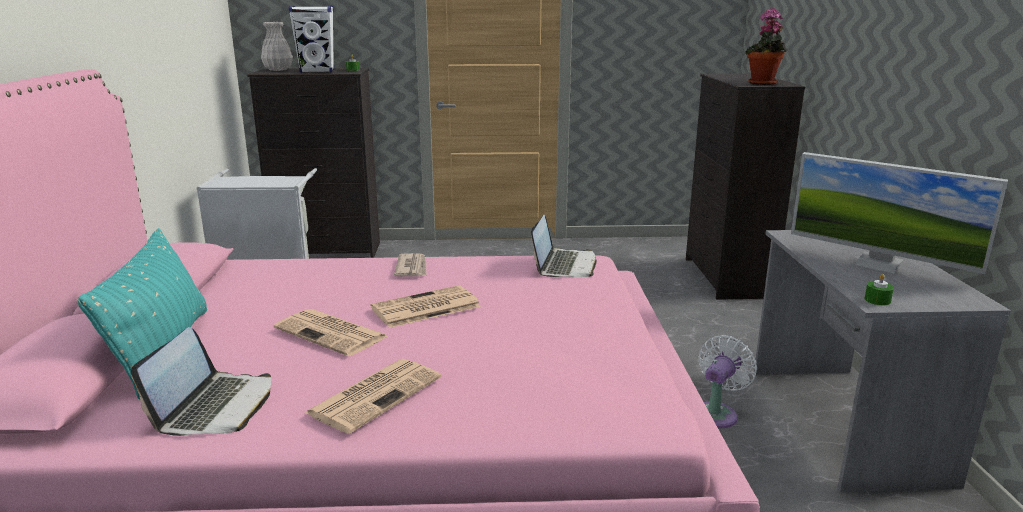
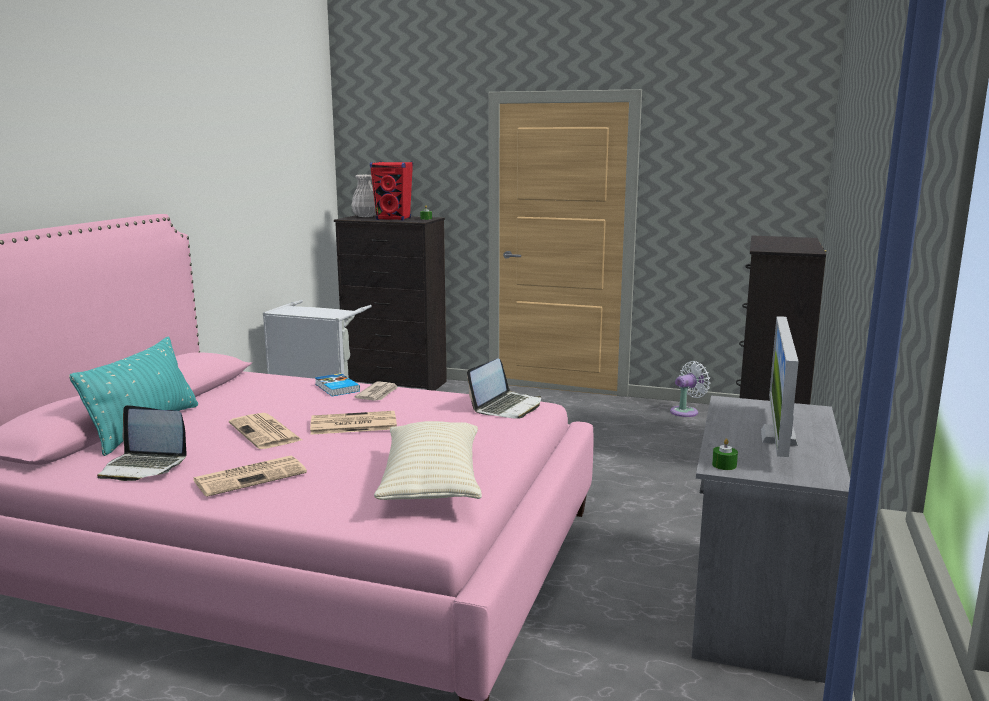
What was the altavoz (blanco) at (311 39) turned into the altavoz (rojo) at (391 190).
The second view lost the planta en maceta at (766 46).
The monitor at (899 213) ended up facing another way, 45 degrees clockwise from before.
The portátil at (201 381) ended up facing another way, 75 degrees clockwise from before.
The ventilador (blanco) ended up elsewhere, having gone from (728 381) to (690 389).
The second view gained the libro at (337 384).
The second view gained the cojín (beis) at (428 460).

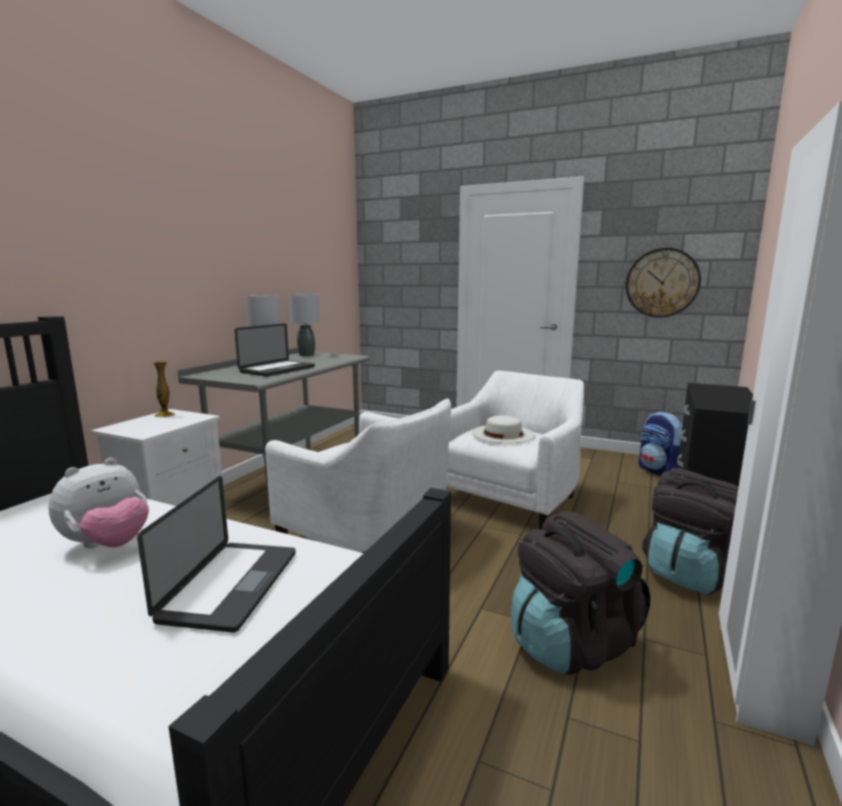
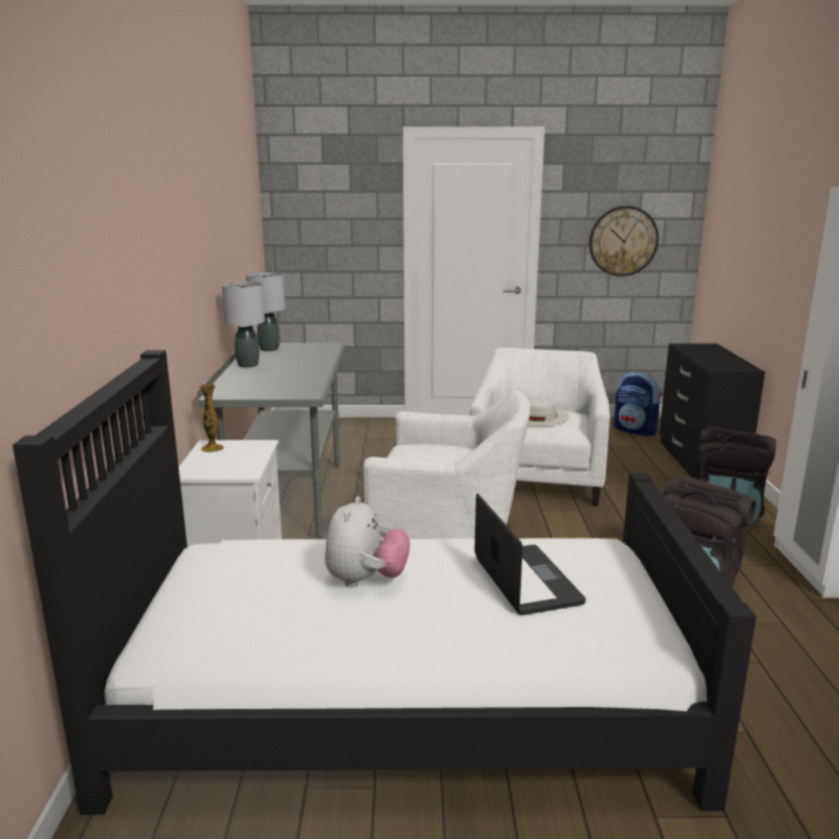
The second view lost the portátil at (275 350).

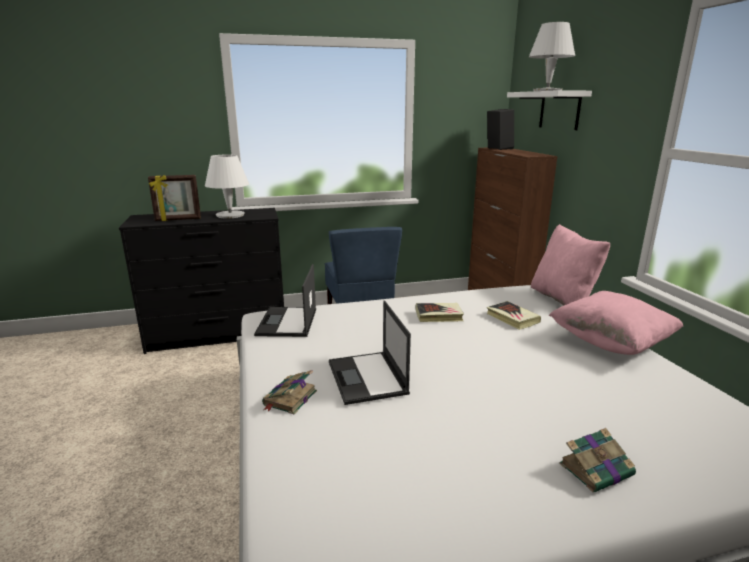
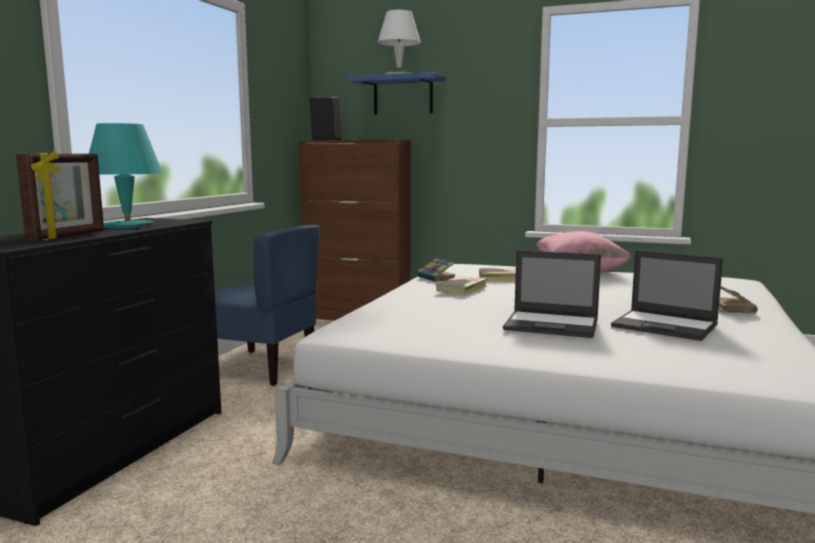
What was the estante (blanco) at (549 110) turned into the estante (azul) at (397 93).
What was the lámpara de mesa (blanco) at (227 186) turned into the lámpara de mesa (turquesa) at (126 176).
The second view lost the cojín (rosa) at (570 265).
The portátil ended up elsewhere, having gone from (285 300) to (667 295).
The libro ended up elsewhere, having gone from (289 392) to (436 270).

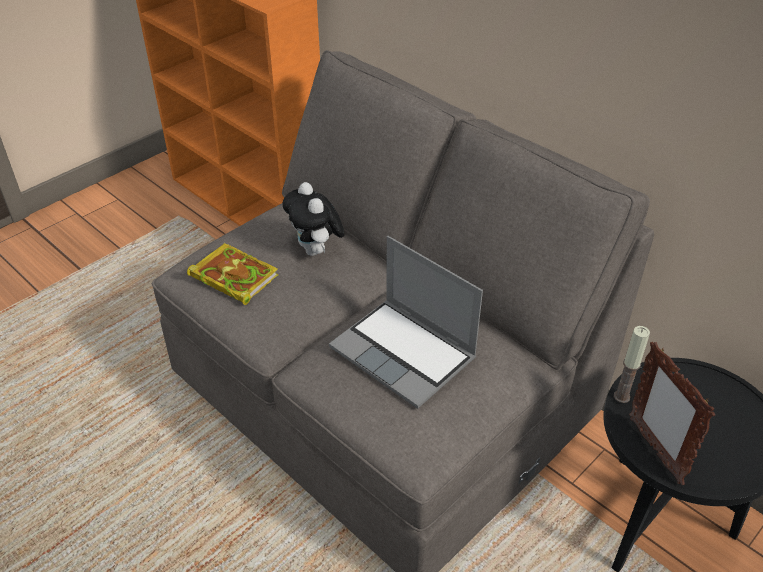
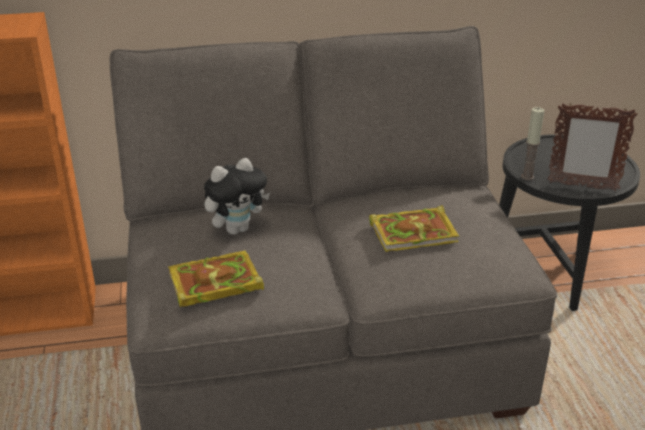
The peluche at (314 219) ended up facing another way, 45 degrees counterclockwise from before.
Where the portátil stood at (406 322), the libro came to stand at (414 228).

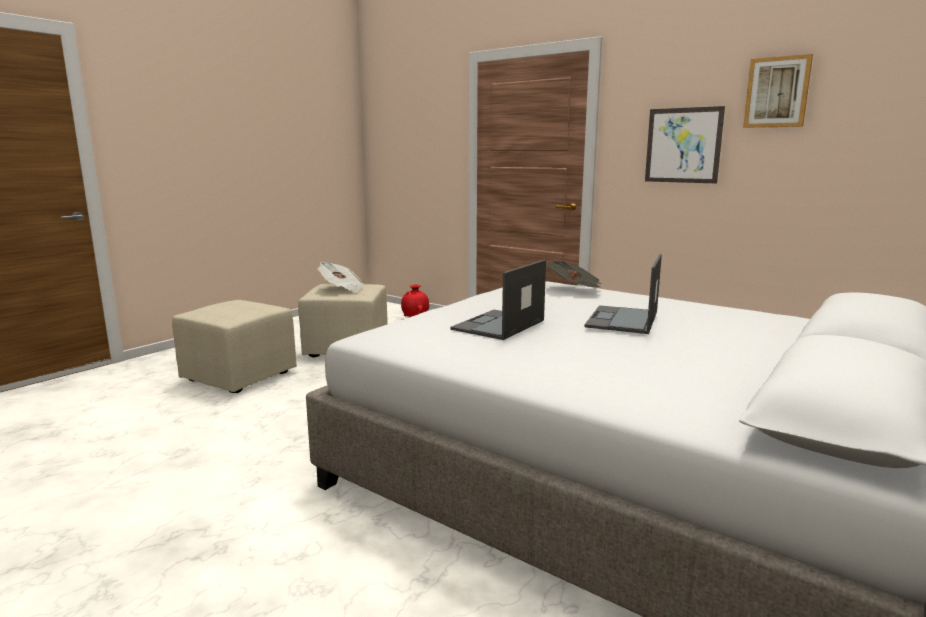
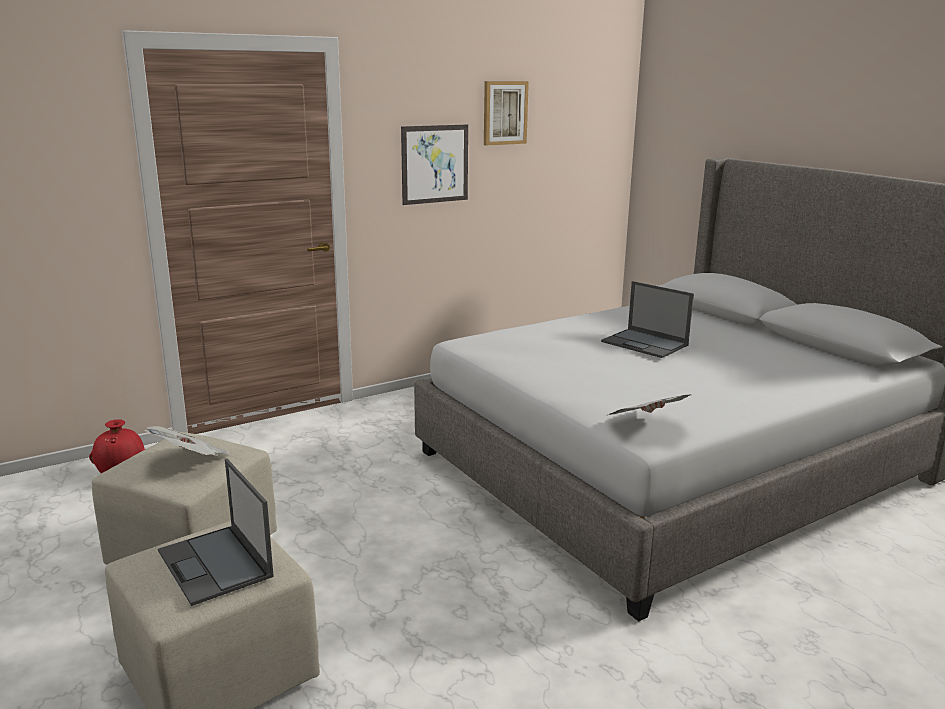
The portátil ended up elsewhere, having gone from (498 300) to (215 532).
The periódico ended up elsewhere, having gone from (573 274) to (649 405).

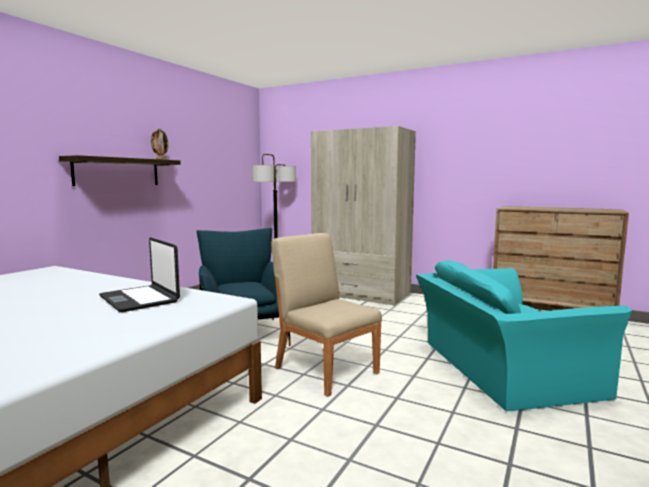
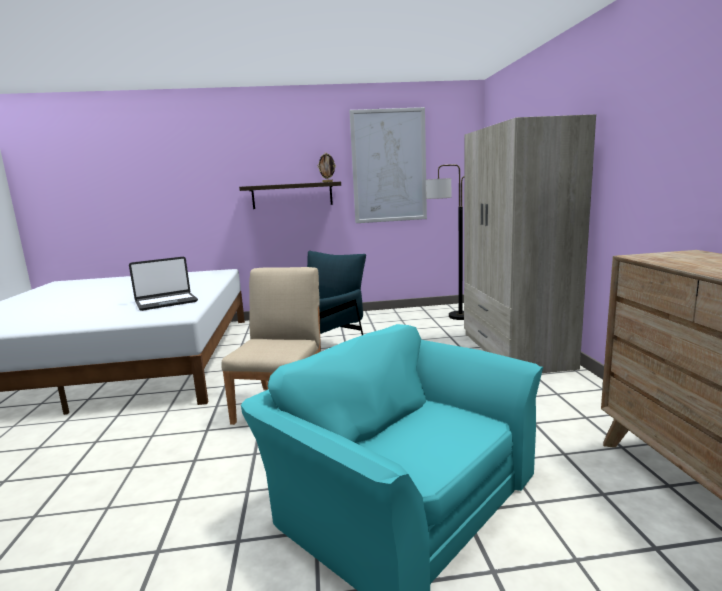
The portátil at (139 274) ended up facing another way, 135 degrees counterclockwise from before.
The second view gained the cuadro at (388 165).

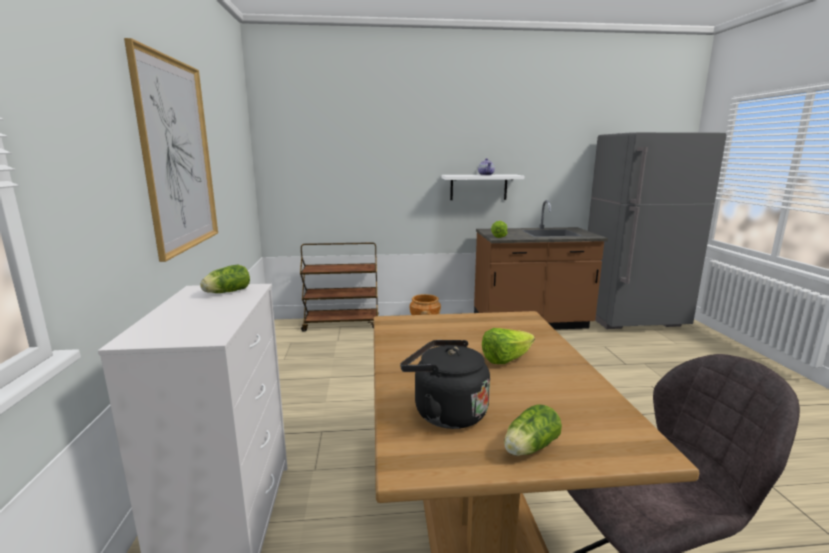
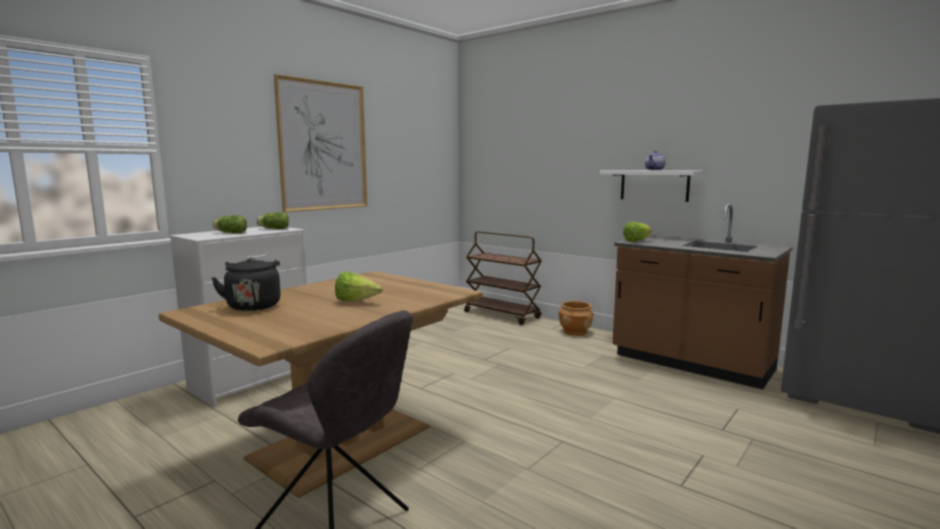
The lechuga ended up elsewhere, having gone from (533 430) to (229 224).

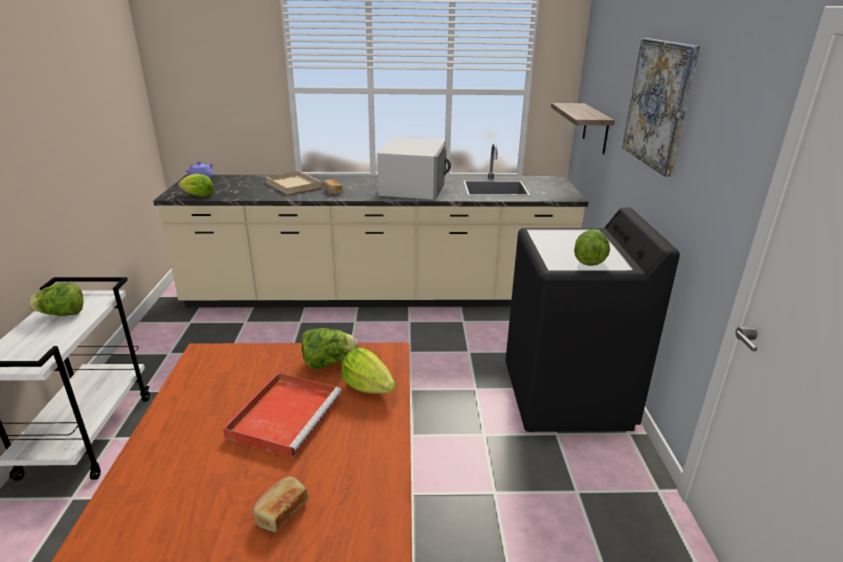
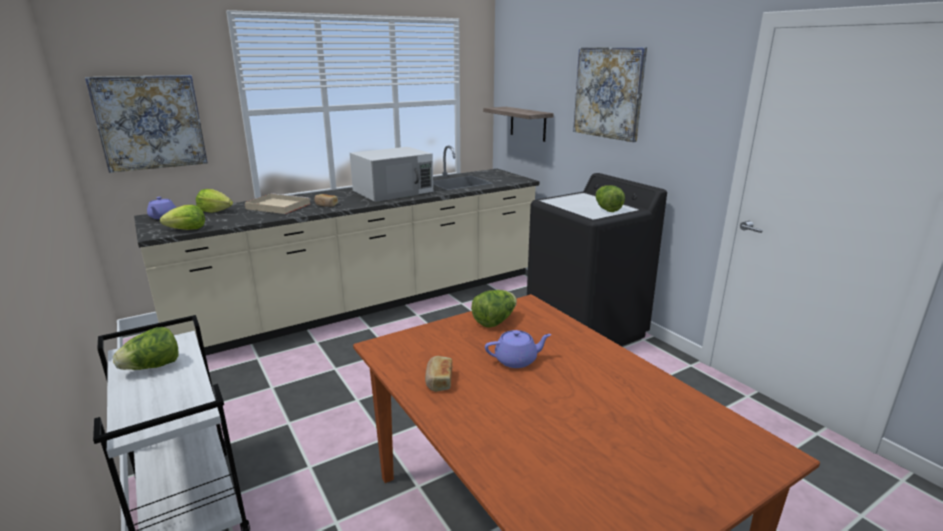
The microondas (blanco) at (414 168) ended up facing another way, 75 degrees clockwise from before.
The lechuga ended up elsewhere, having gone from (368 370) to (214 201).
Where the bandeja (rojo) stood at (282 415), the tetera (morado) came to stand at (518 349).
The pan ended up elsewhere, having gone from (280 504) to (438 374).
The second view gained the cuadro at (146 124).

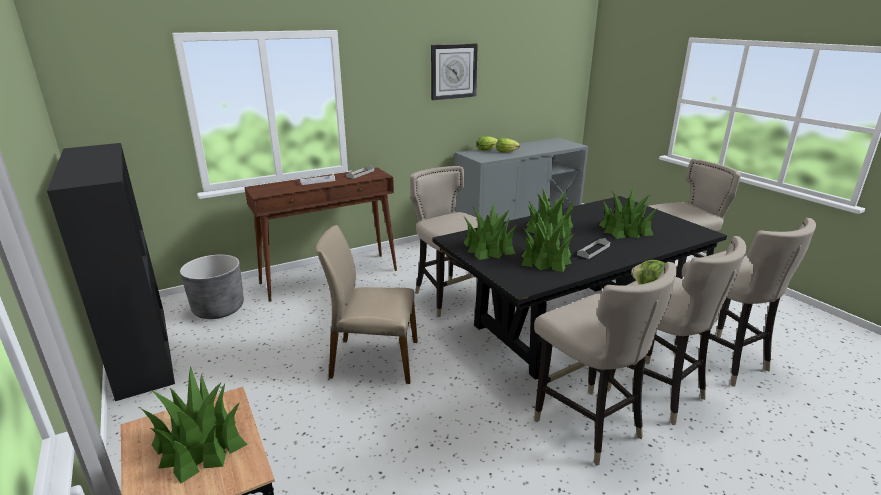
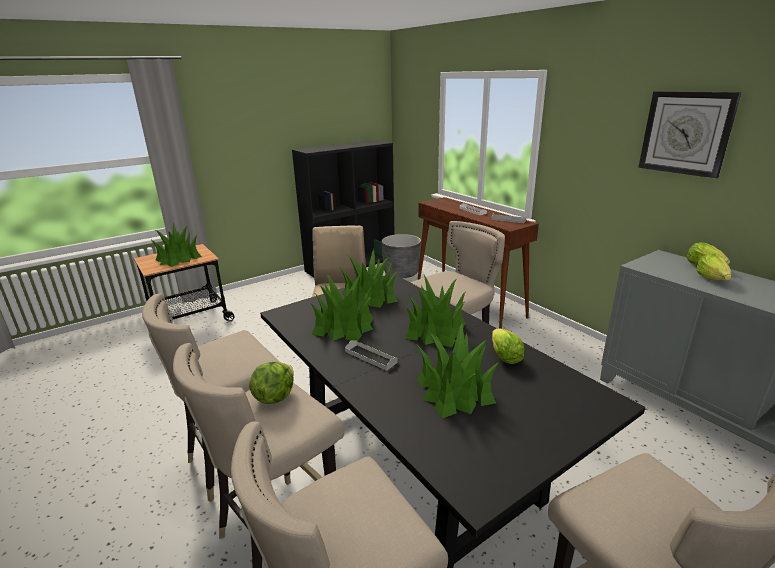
The second view gained the lechuga at (508 346).

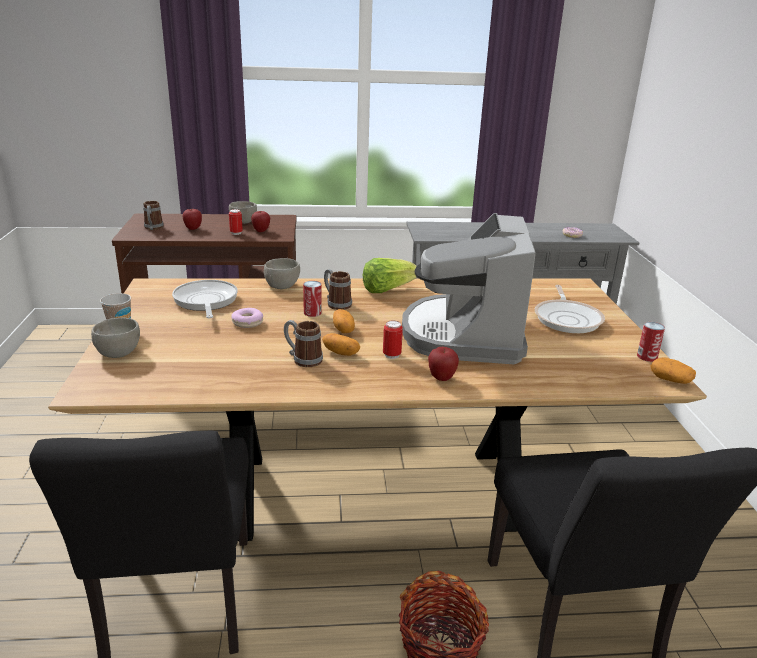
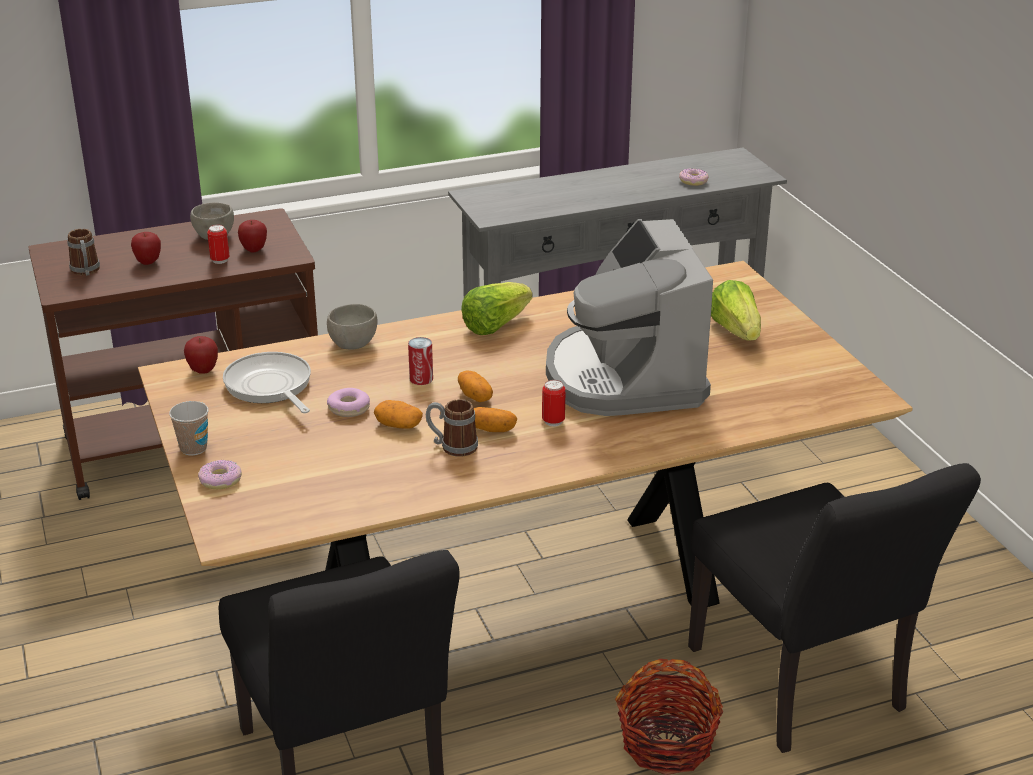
The second view lost the taza grande at (338 289).
Where the sartén stood at (570 309), the lechuga came to stand at (736 310).
Where the cuenco (gris) stood at (115 338), the rosquilla came to stand at (220 474).
The second view lost the lata at (651 342).
The manzana ended up elsewhere, having gone from (443 364) to (201 355).
The patata ended up elsewhere, having gone from (673 371) to (398 414).

